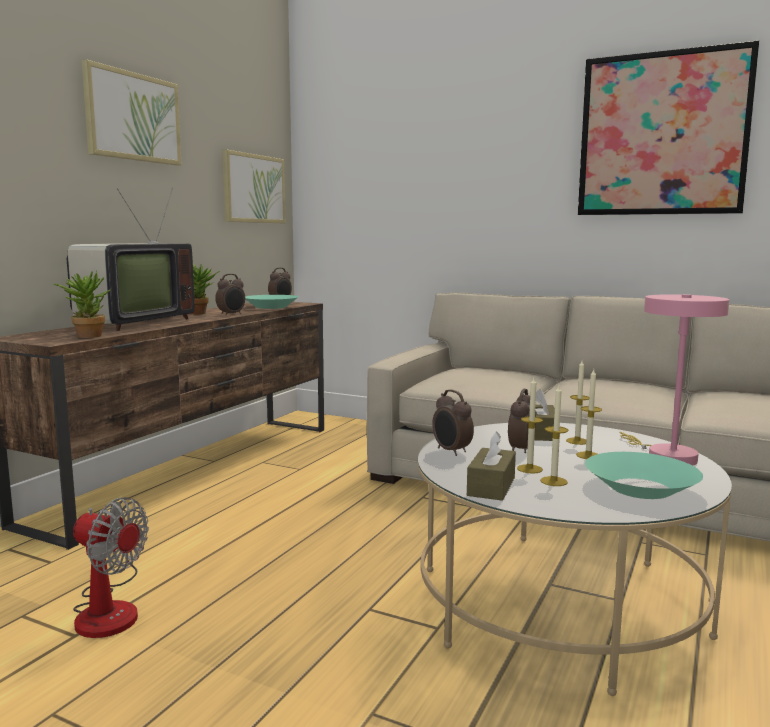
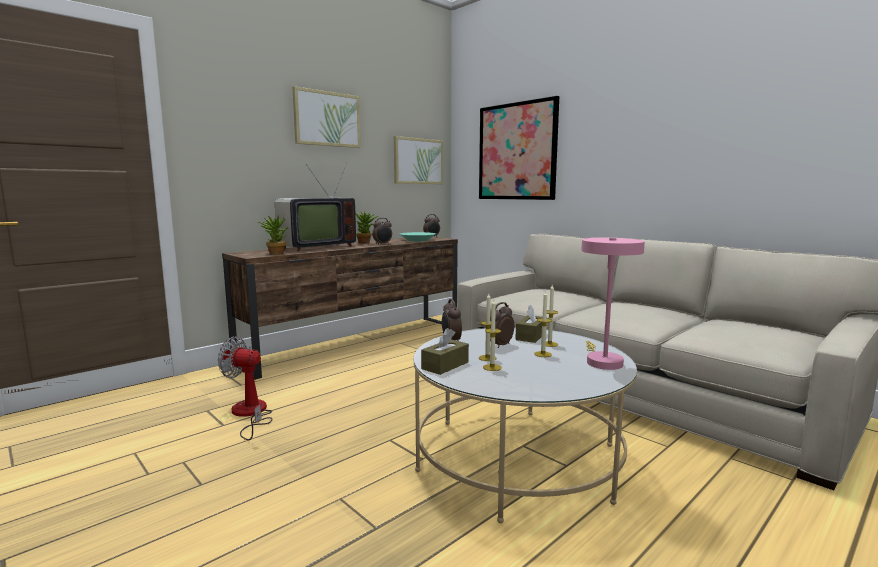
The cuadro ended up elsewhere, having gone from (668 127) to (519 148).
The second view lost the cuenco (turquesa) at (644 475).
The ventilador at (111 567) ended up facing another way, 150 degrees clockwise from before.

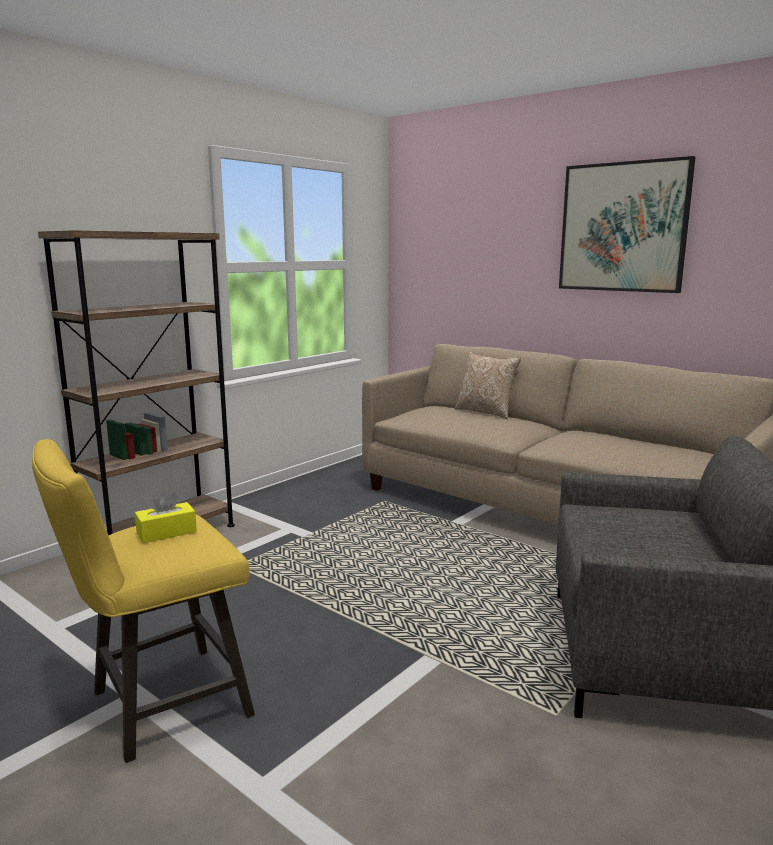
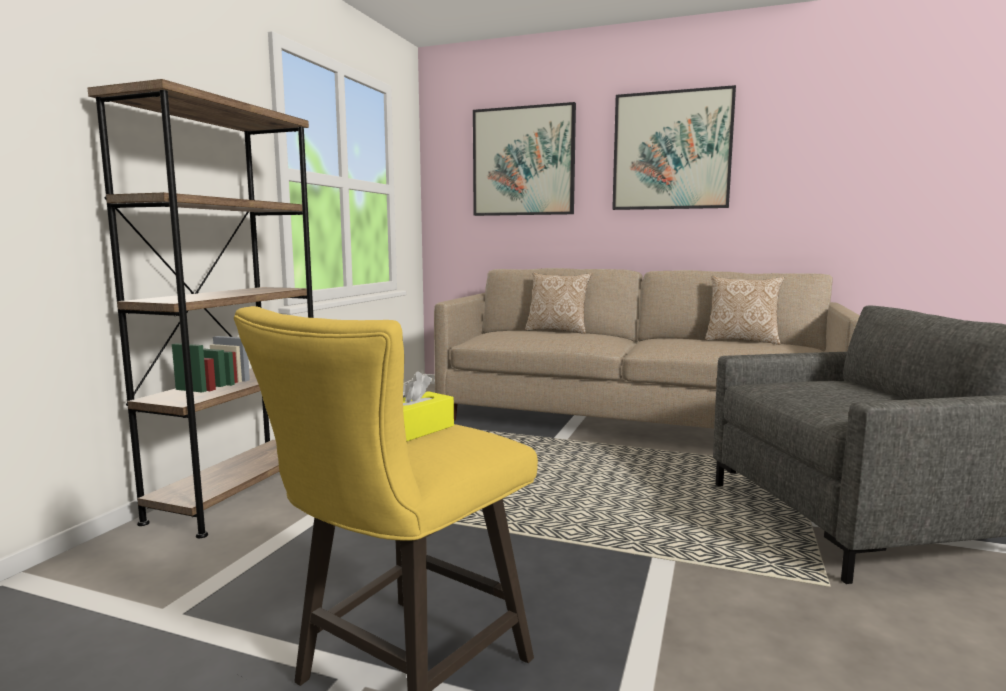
The second view gained the cuadro at (524 159).
The second view gained the cojín at (744 310).

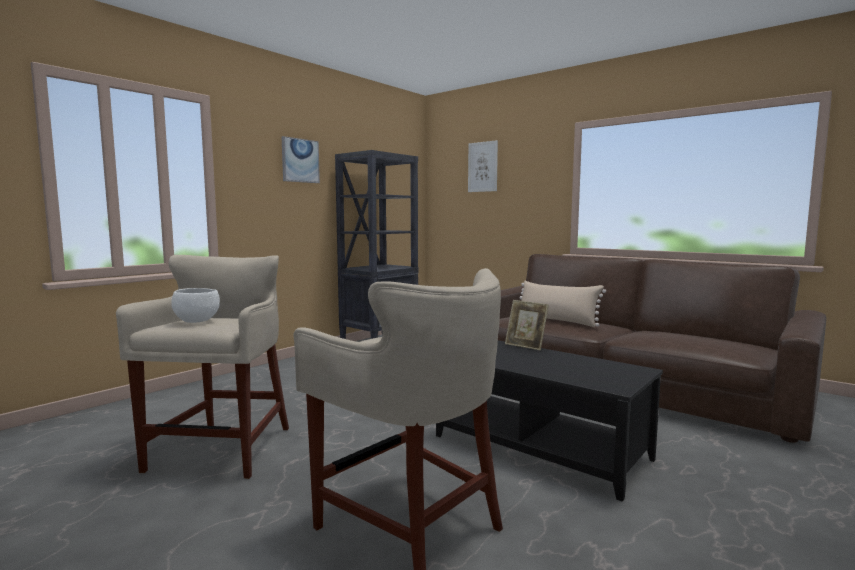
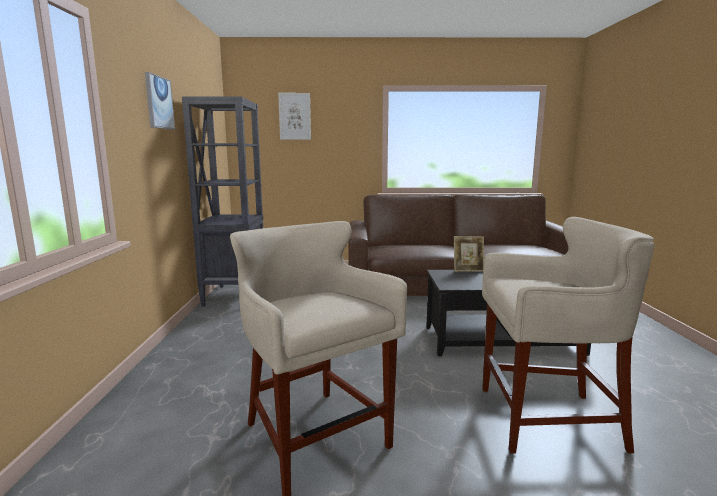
The second view lost the cojín (beis) at (562 304).
The second view lost the cuenco (blanco) at (195 305).

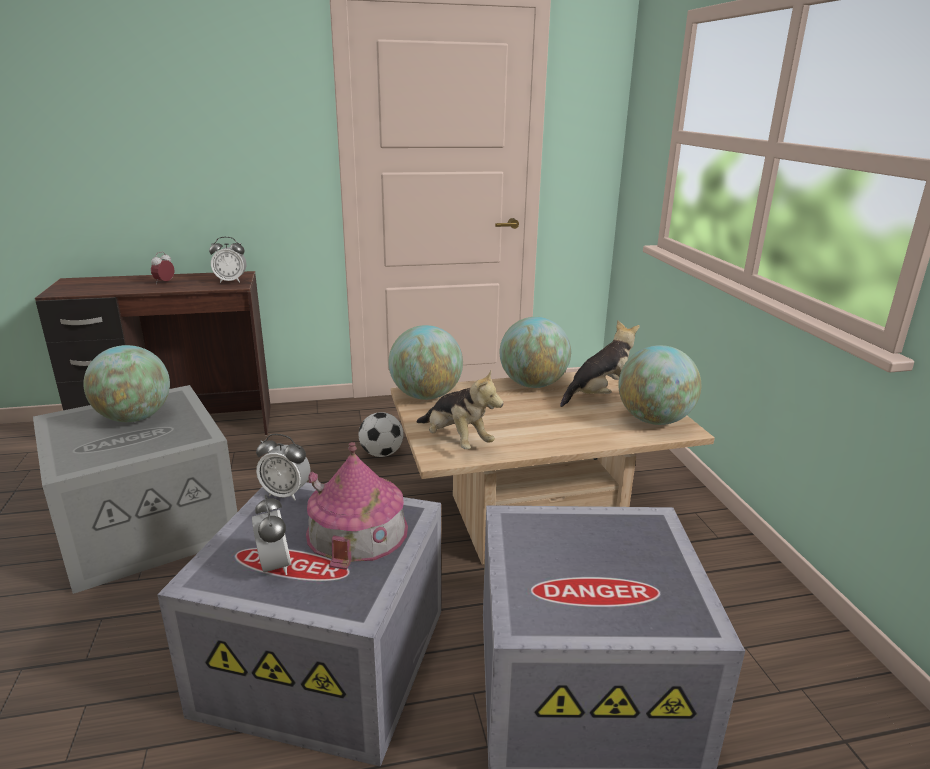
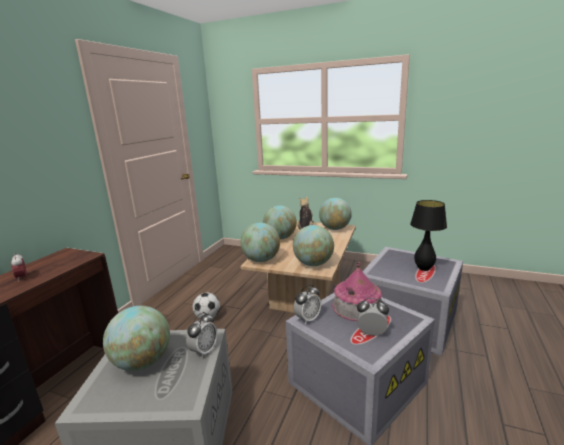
The despertador ended up elsewhere, having gone from (227 260) to (201 335).
Where the peluche stood at (460 409), the globo terráqueo came to stand at (313 245).
The second view gained the lámpara de mesa (negro) at (428 235).

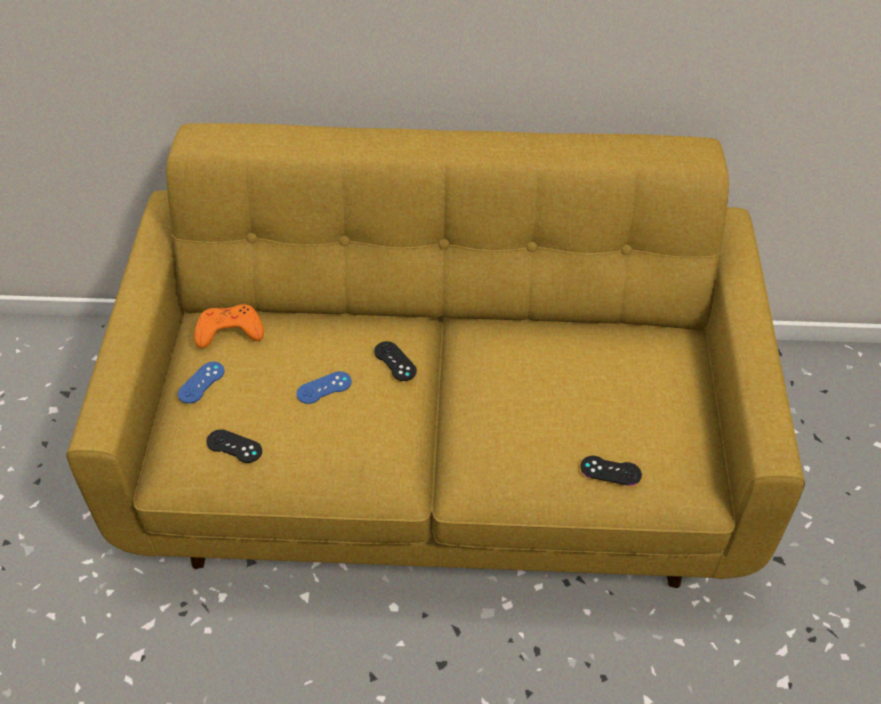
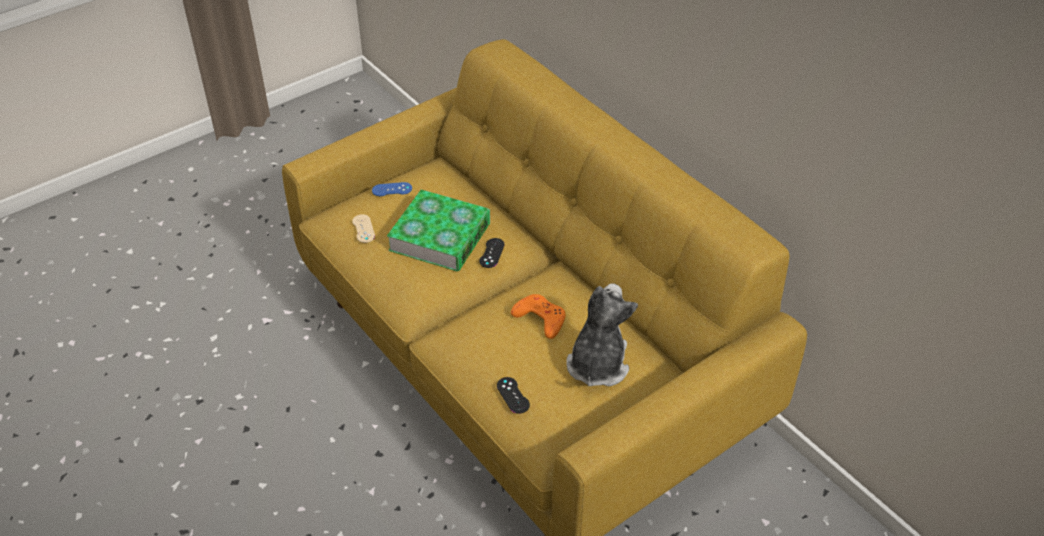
The mando de consola (naranja) ended up elsewhere, having gone from (229 326) to (538 316).
Where the mando de consola (azul) stood at (324 387), the libro came to stand at (438 230).
What was the mando de consola (negro) at (234 446) turned into the mando de consola (beis) at (363 228).
The second view gained the peluche at (602 335).

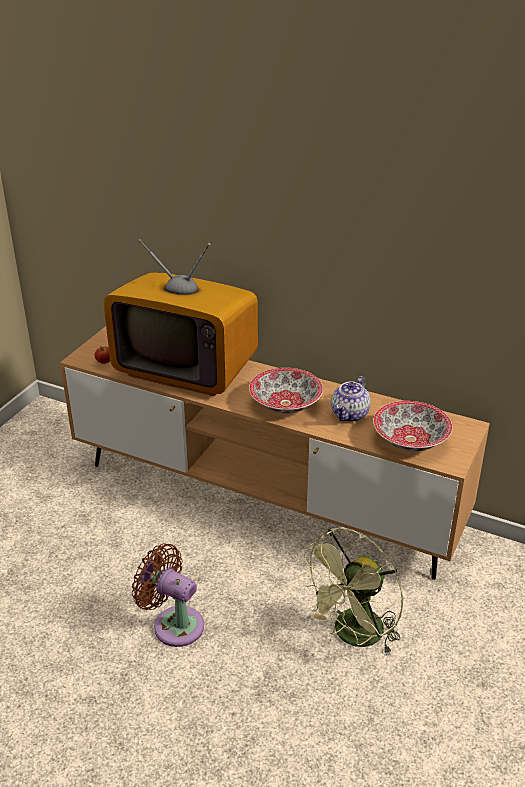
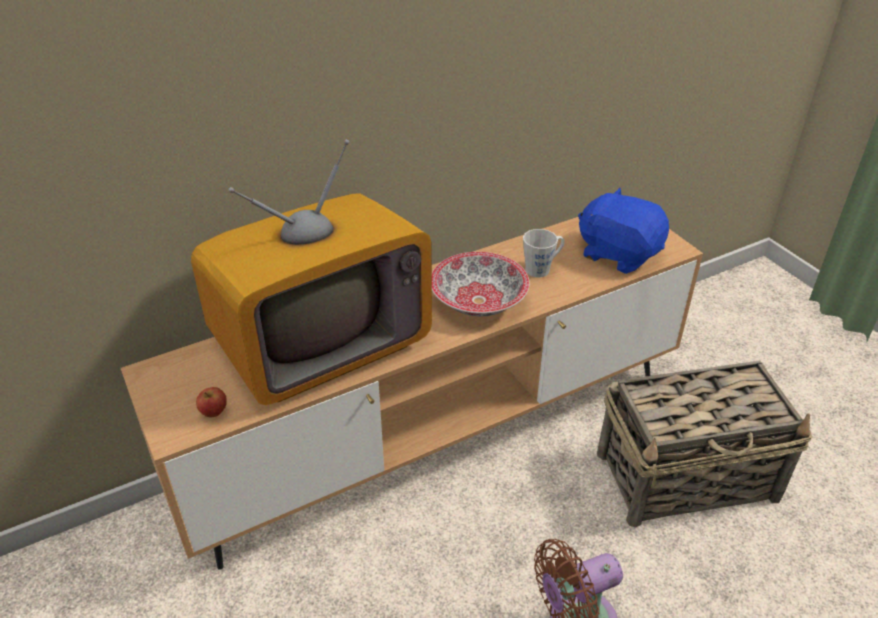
Where the tetera stood at (351 399), the taza grande (gris) came to stand at (544 253).
Where the cuenco stood at (413 426), the peluche (azul) came to stand at (623 231).
Where the ventilador (verde) stood at (351 591), the cesta came to stand at (704 444).

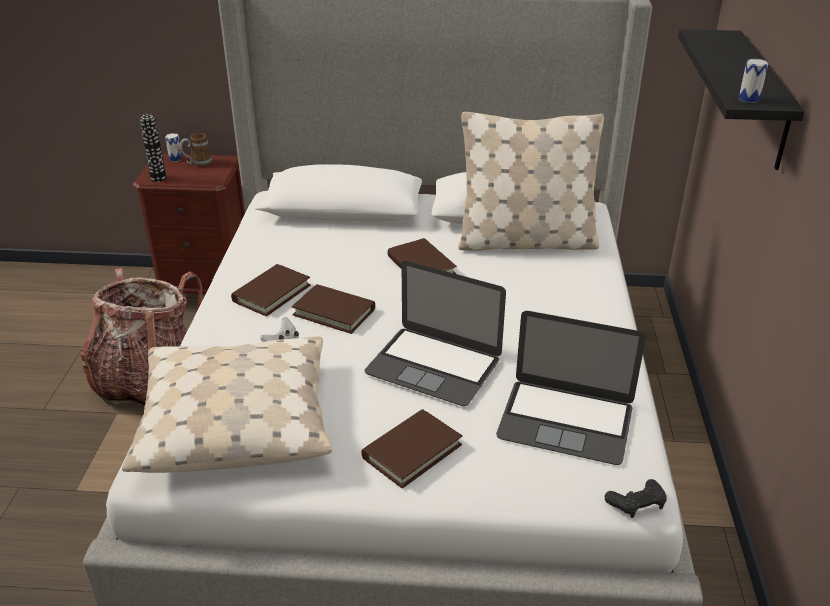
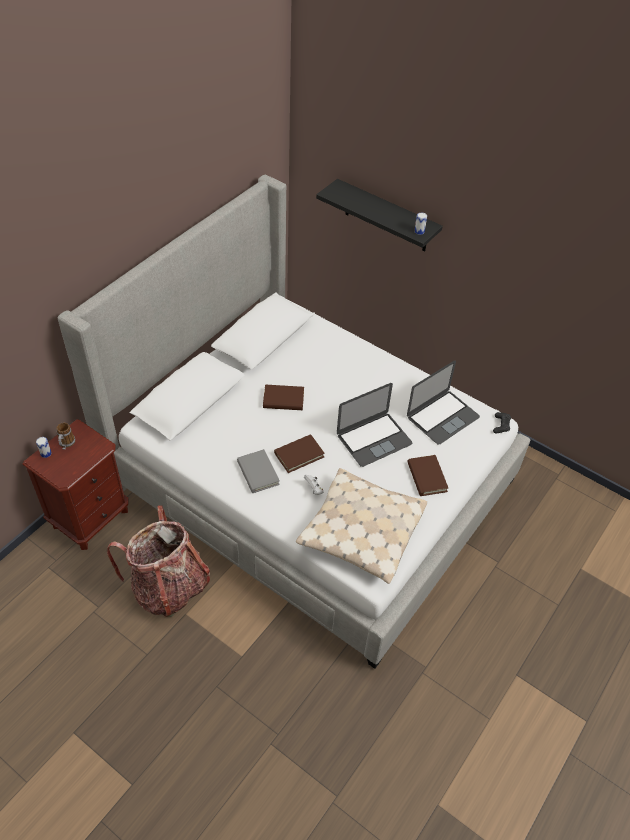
The second view lost the cojín (beis) at (531 181).
The second view lost the florero at (152 148).
What was the libro (marrón) at (271 290) turned into the libro (gris) at (258 471).

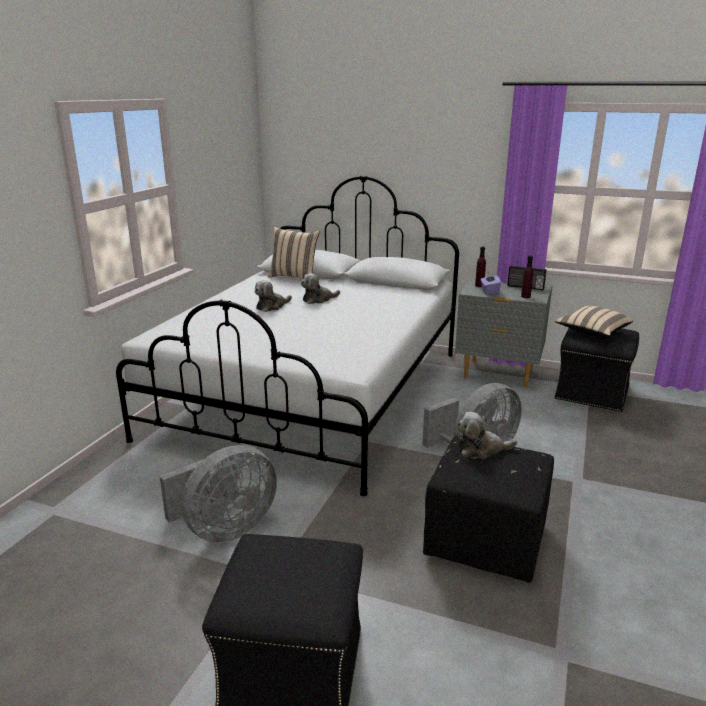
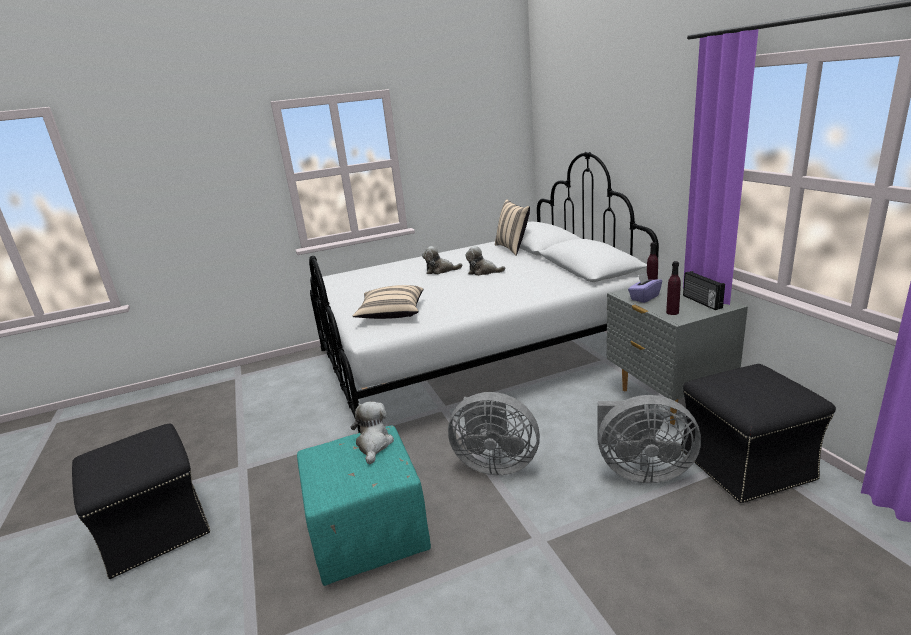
The cojín (beis) ended up elsewhere, having gone from (593 321) to (388 302).
The peluche at (487 435) ended up facing another way, 45 degrees clockwise from before.
What was the puf (negro) at (488 509) turned into the puf (turquesa) at (364 506).
The ventilador (gris) ended up elsewhere, having gone from (218 494) to (649 439).

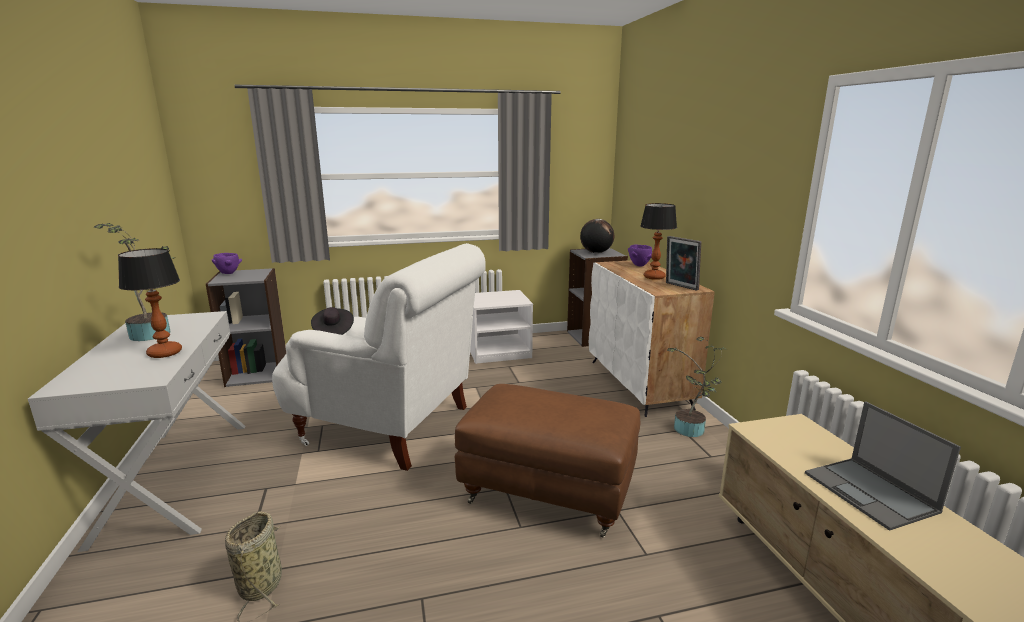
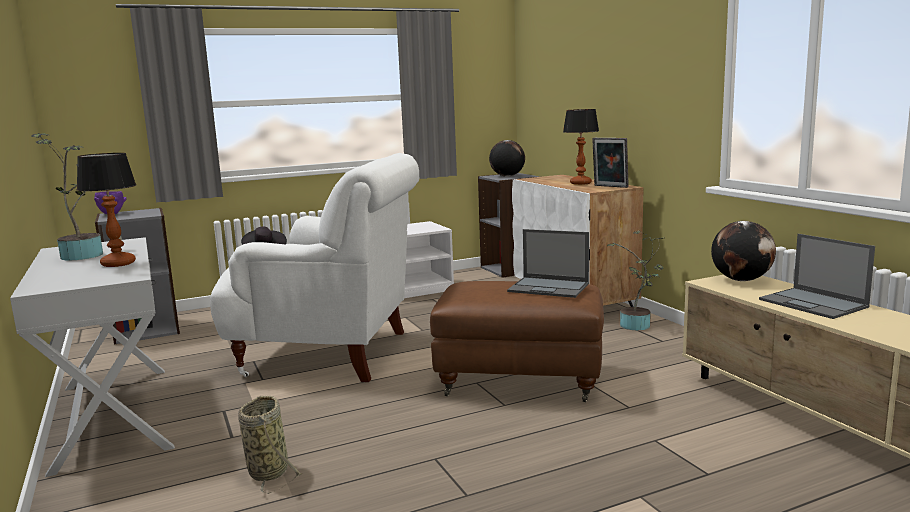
The second view lost the cuenco (morado) at (640 255).
The second view gained the globo terráqueo at (743 251).
The second view gained the portátil at (548 263).

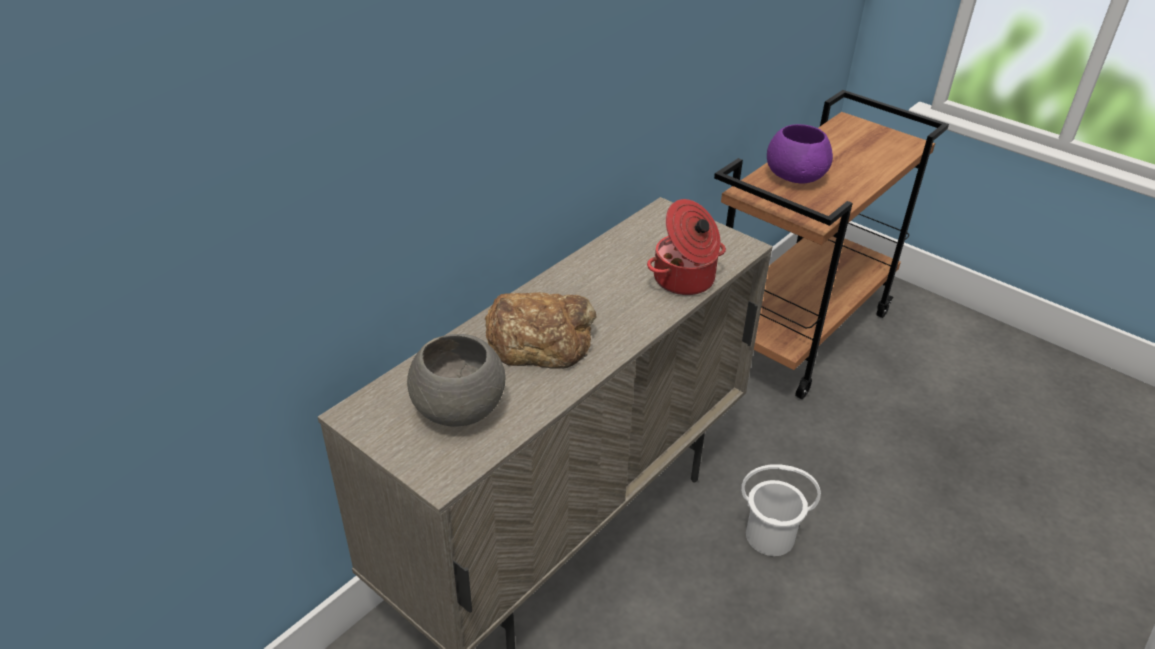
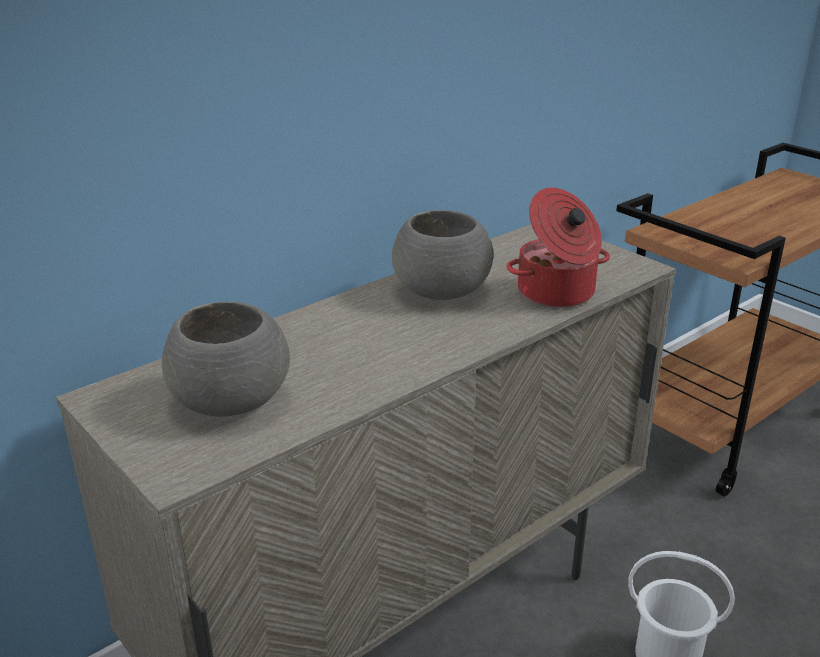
The second view lost the cuenco (morado) at (800 153).
The second view lost the pan at (541 330).
The second view gained the cuenco (gris) at (443 255).

